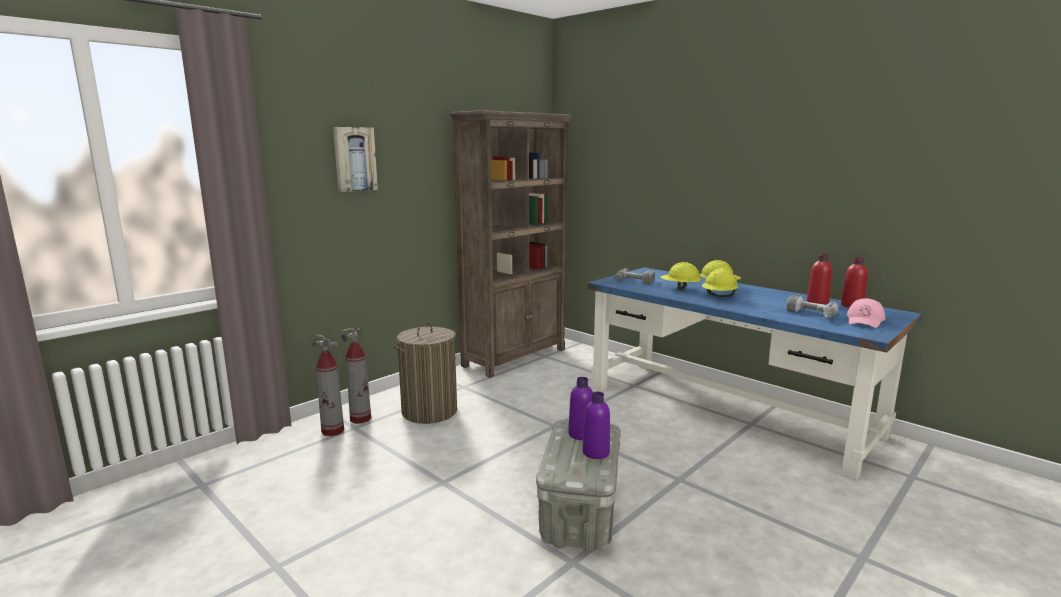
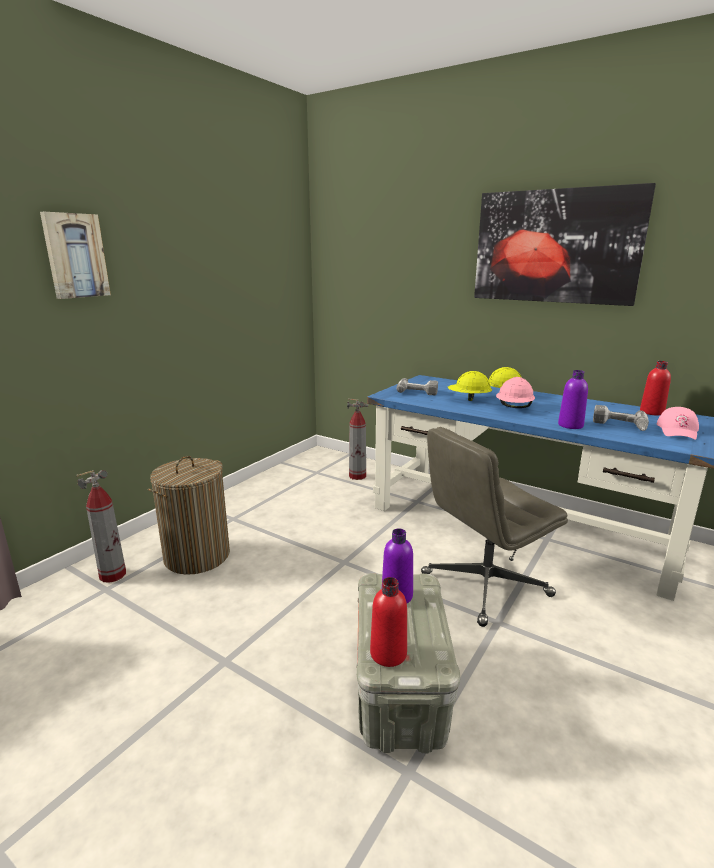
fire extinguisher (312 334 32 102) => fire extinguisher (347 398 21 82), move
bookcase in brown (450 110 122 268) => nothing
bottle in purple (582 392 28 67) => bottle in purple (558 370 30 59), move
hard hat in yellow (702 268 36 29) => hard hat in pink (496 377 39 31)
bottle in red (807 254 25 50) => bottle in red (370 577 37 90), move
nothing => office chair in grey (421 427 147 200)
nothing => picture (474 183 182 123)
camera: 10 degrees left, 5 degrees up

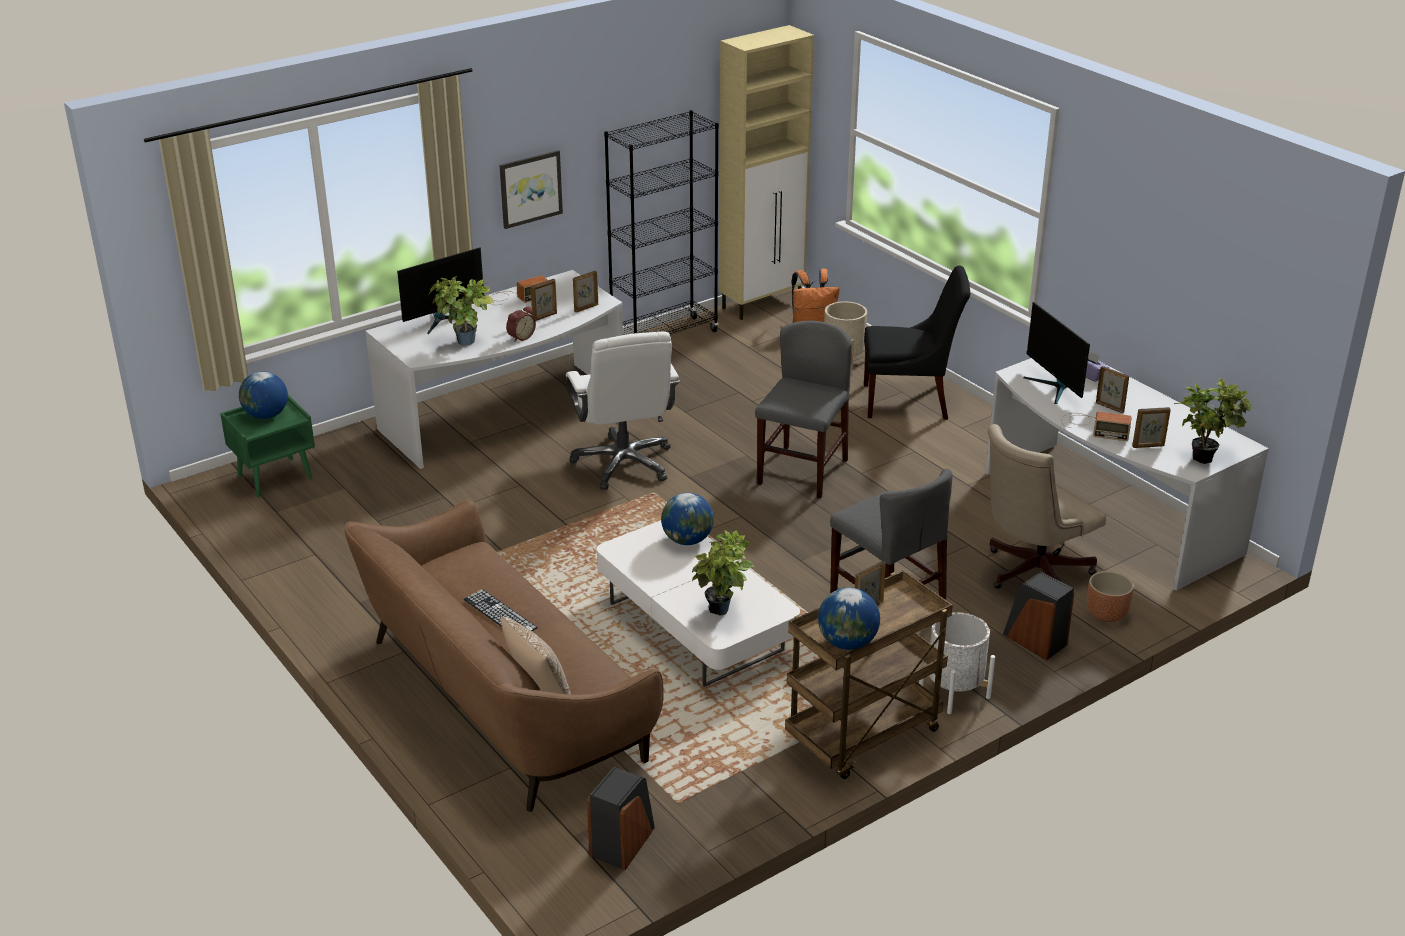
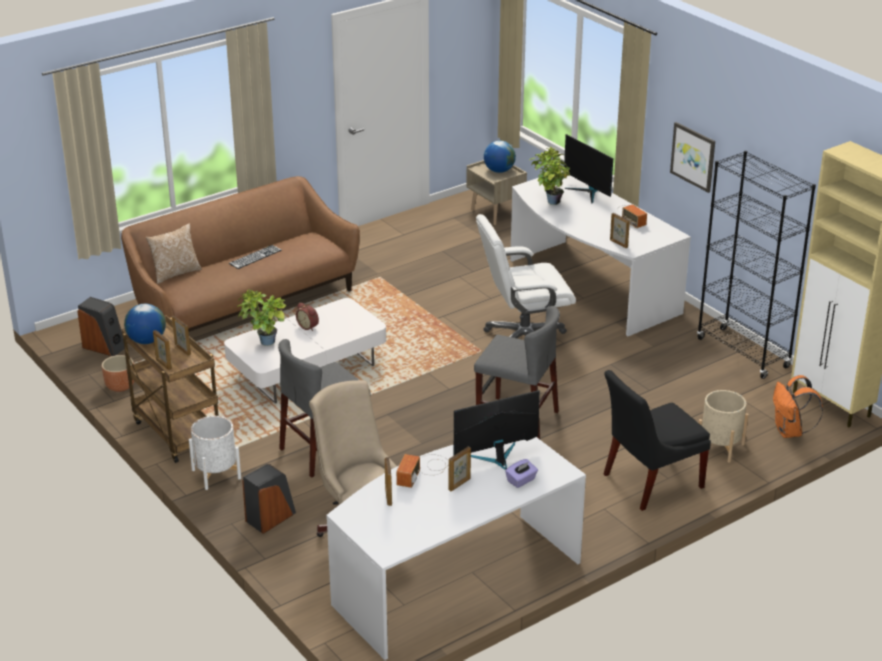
nightstand in green (220 395 95 102) => nightstand in beige (466 160 61 65)
alarm clock (506 306 30 36) => alarm clock (296 302 23 29), move
picture frame (530 279 27 42) => picture frame (153 330 19 40), move
globe (661 493 53 52) => nothing
chair in black (864 265 106 155) => chair in black (604 370 107 141), 60 degrees clockwise
planter in brown (1087 571 47 51) => planter in brown (102 355 32 37), move
potted plant (1174 378 77 86) => nothing
camera: 90 degrees right, 0 degrees up

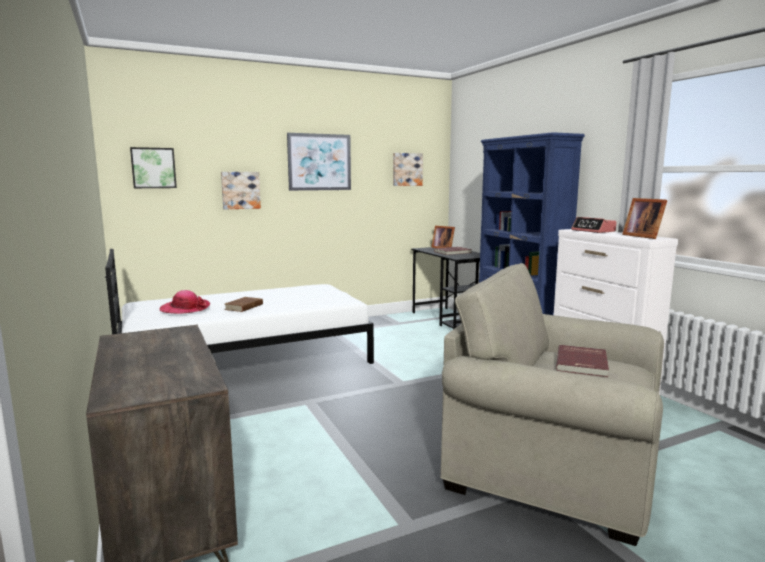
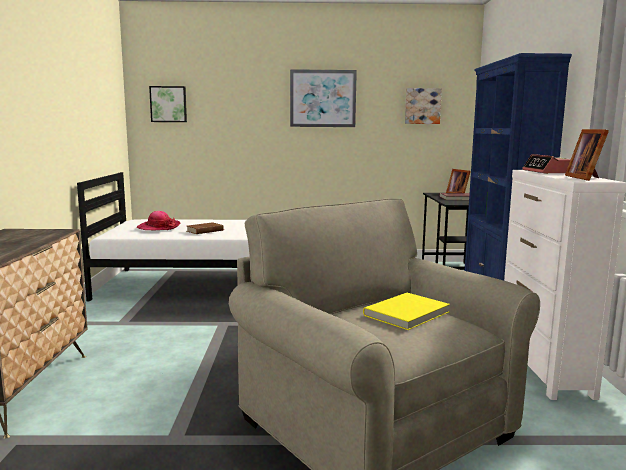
picture (221 172 40 38) => nothing
book in red (556 345 53 32) => book in yellow (363 293 87 37)
camera: 25 degrees right, 0 degrees up

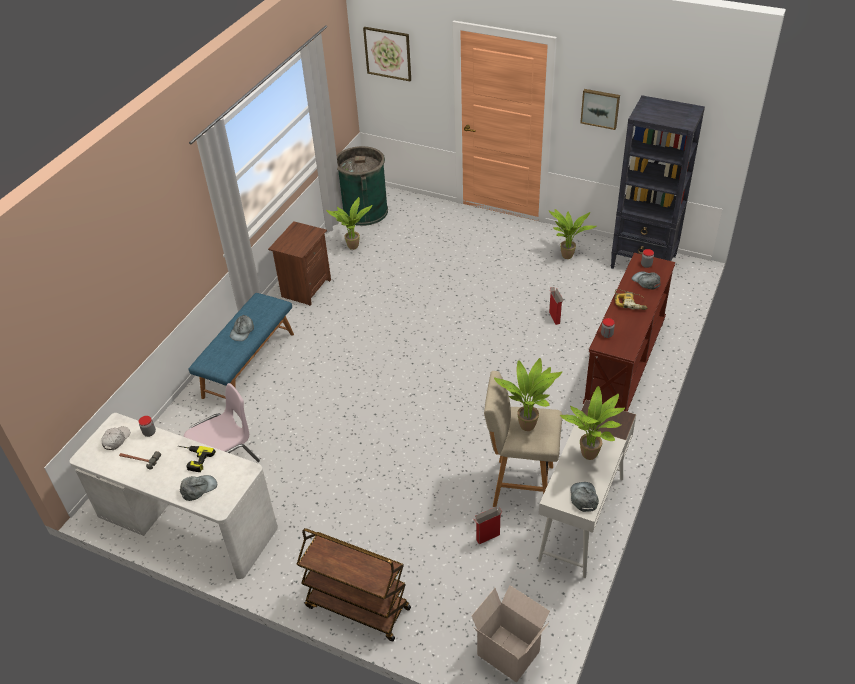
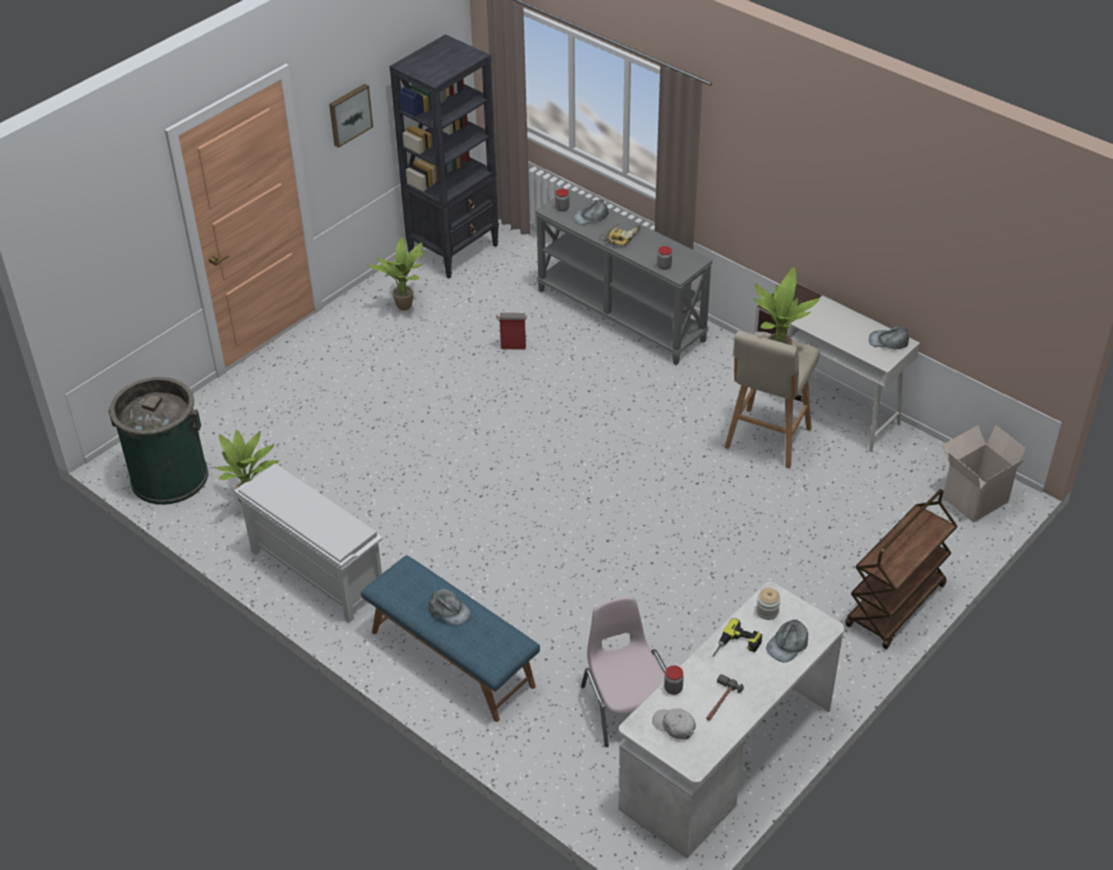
cap in grey (180 475 37 26) => cap in grey (766 619 42 44), 120 degrees counterclockwise
nightstand in brown (268 221 63 85) => shoe rack in white (234 463 149 160)
picture (363 27 48 54) => nothing
cardboard box (474 506 28 38) => nothing
potted plant (560 386 65 74) => nothing
console table in brown (583 253 93 158) => console table in grey (535 188 178 177)
nothing => jar (756 588 25 32)
camera: 75 degrees left, 0 degrees up

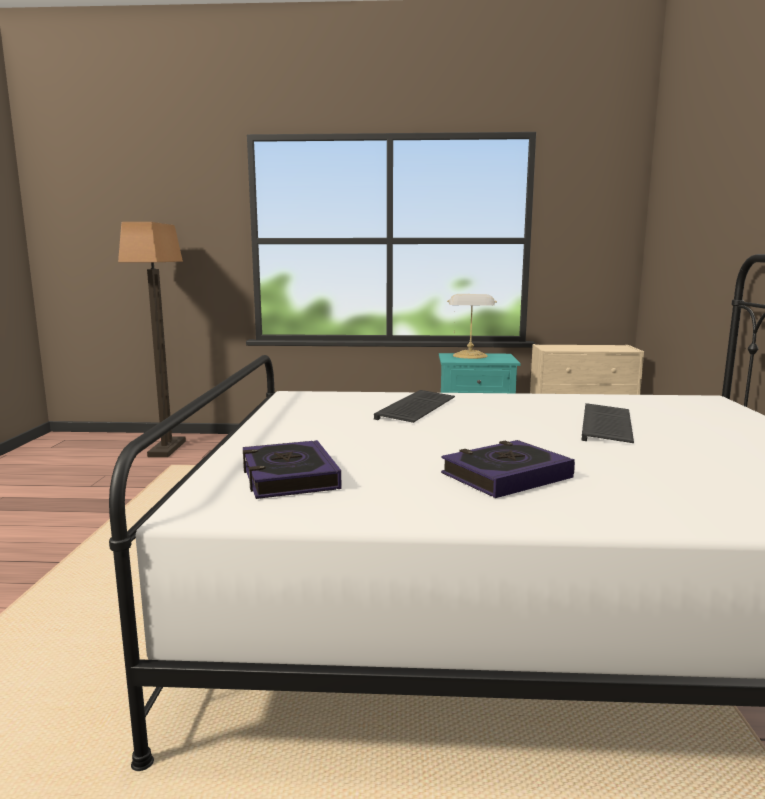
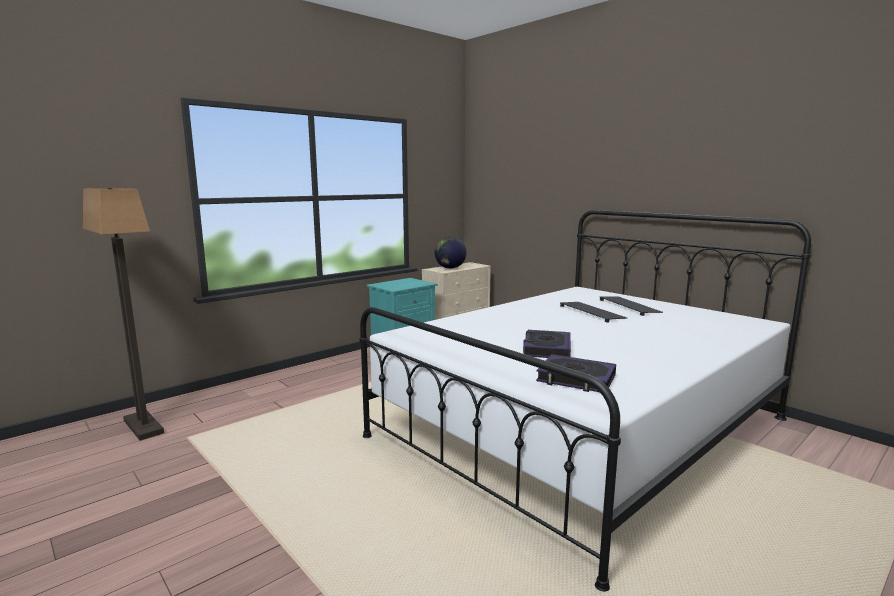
keyboard (374 390 81 33) => keyboard (600 297 63 19), move
book (441 440 134 58) => book (523 330 48 28), move
table lamp (447 294 50 65) => nothing
nothing => globe (434 236 33 33)
camera: 45 degrees left, 0 degrees up

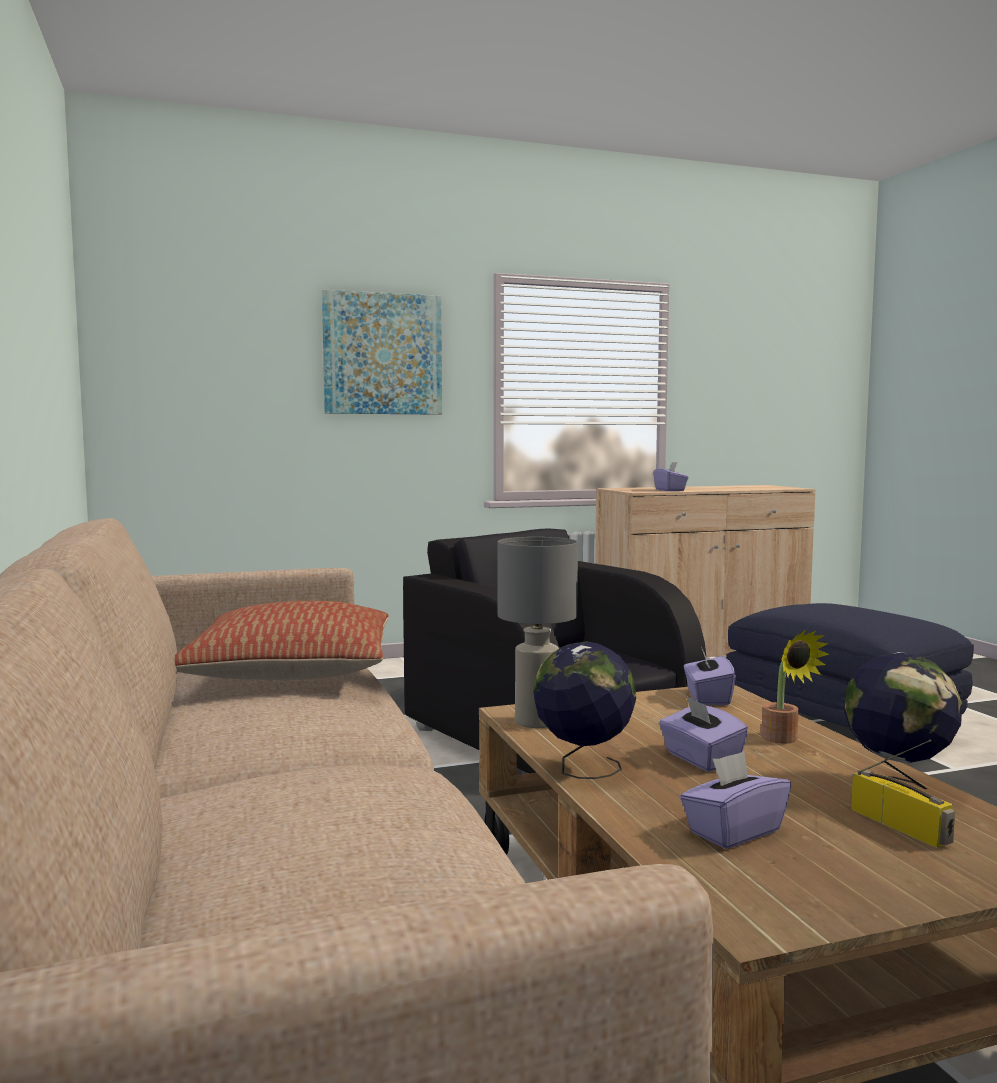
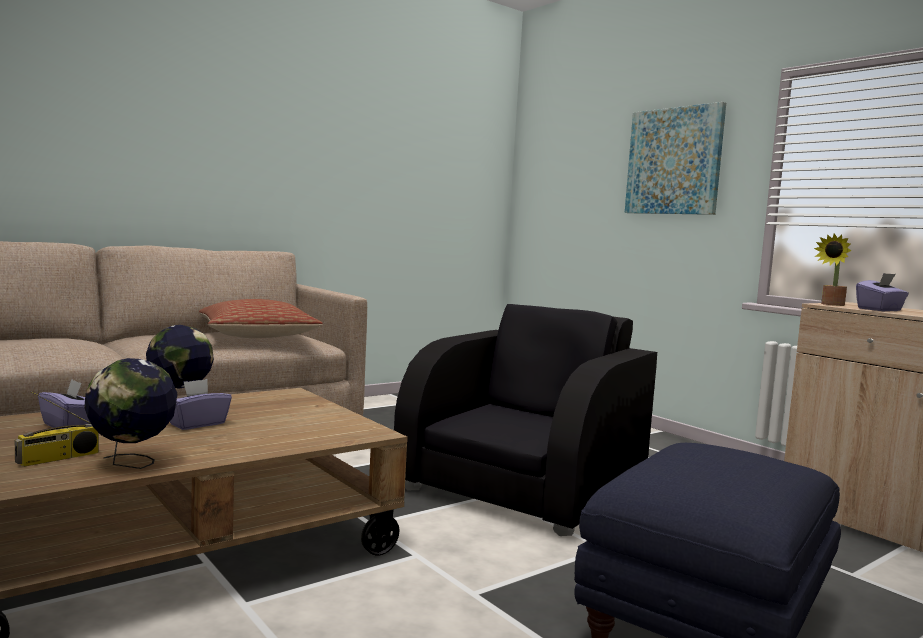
table lamp in grey (498 537 80 191) => nothing
tissue box in purple (684 647 52 58) => nothing
potted plant (761 630 69 114) => potted plant (814 233 37 73), move
camera: 70 degrees right, 0 degrees up

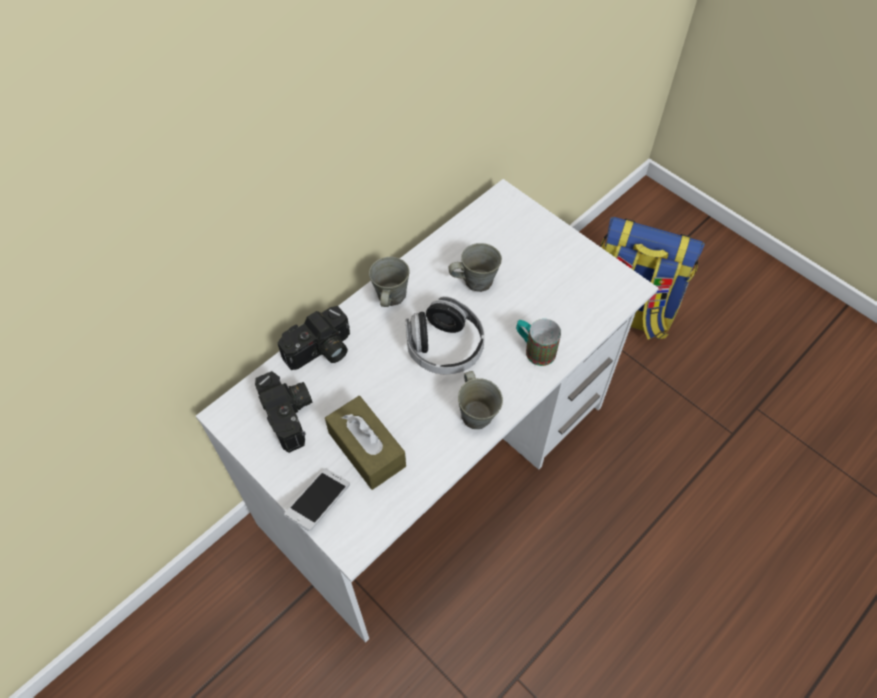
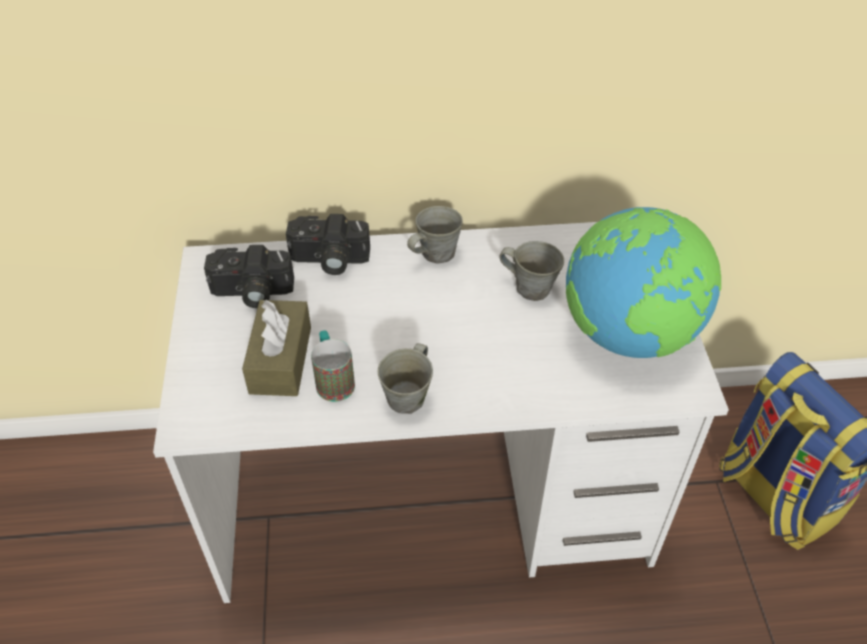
photo camera (255 371 57 82) => photo camera (204 245 90 63), 75 degrees clockwise
phone (284 468 66 63) => nothing
headphones (405 296 80 78) => nothing
mug (516 319 45 47) => mug (311 330 44 72), move
nothing => globe (566 207 155 151)
camera: 40 degrees right, 10 degrees down

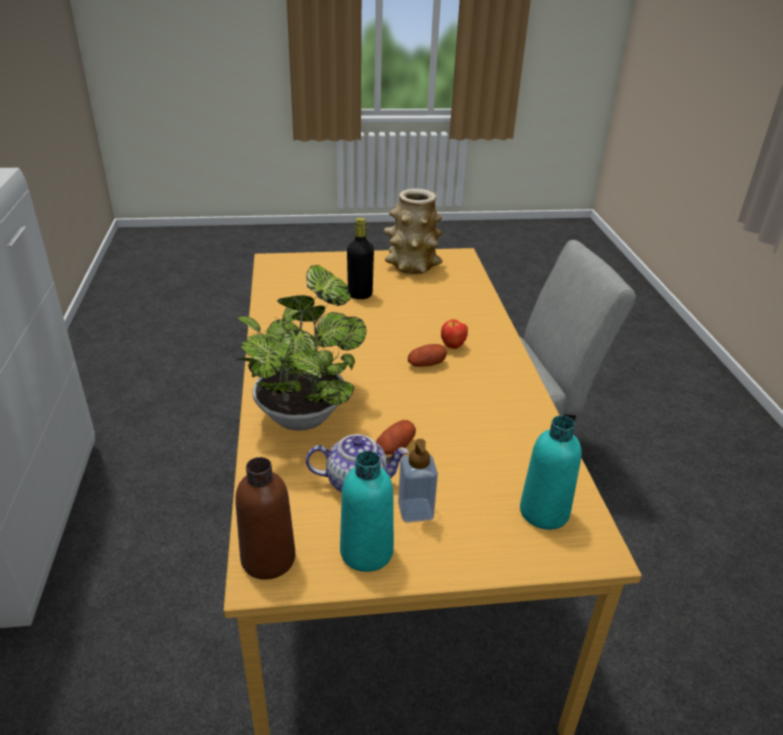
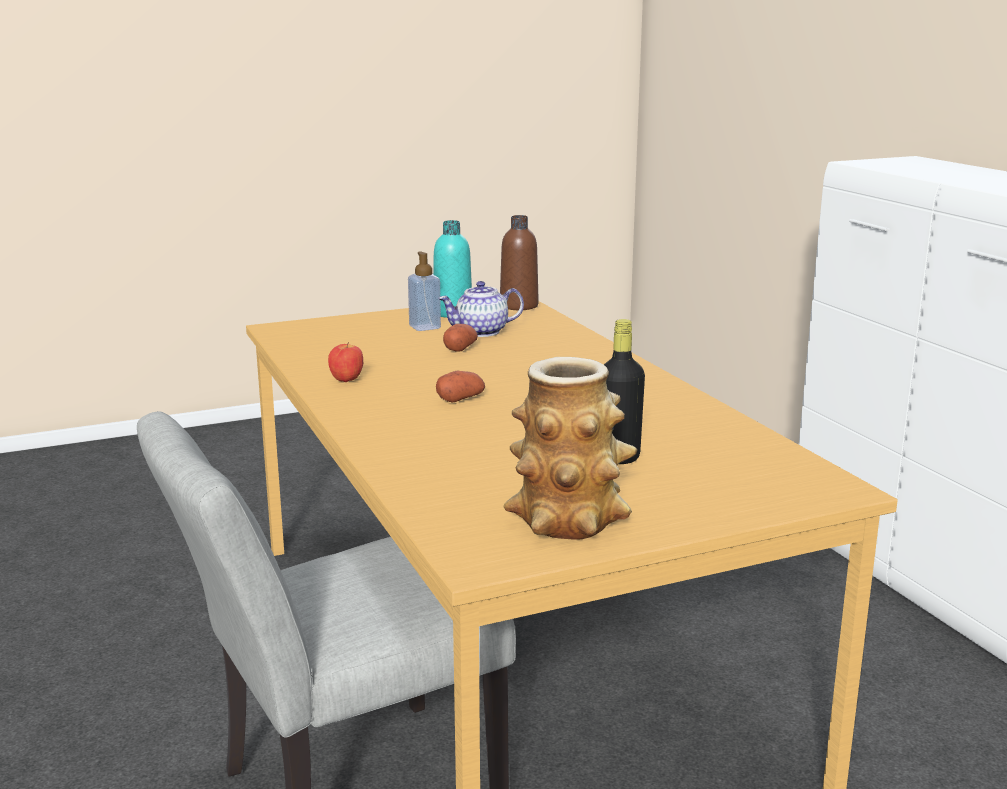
potted plant (236 265 130 166) => nothing
apple (441 319 27 30) => apple (328 342 35 40), move
bottle in turquoise (520 416 62 114) => nothing
camera: 165 degrees right, 15 degrees down

